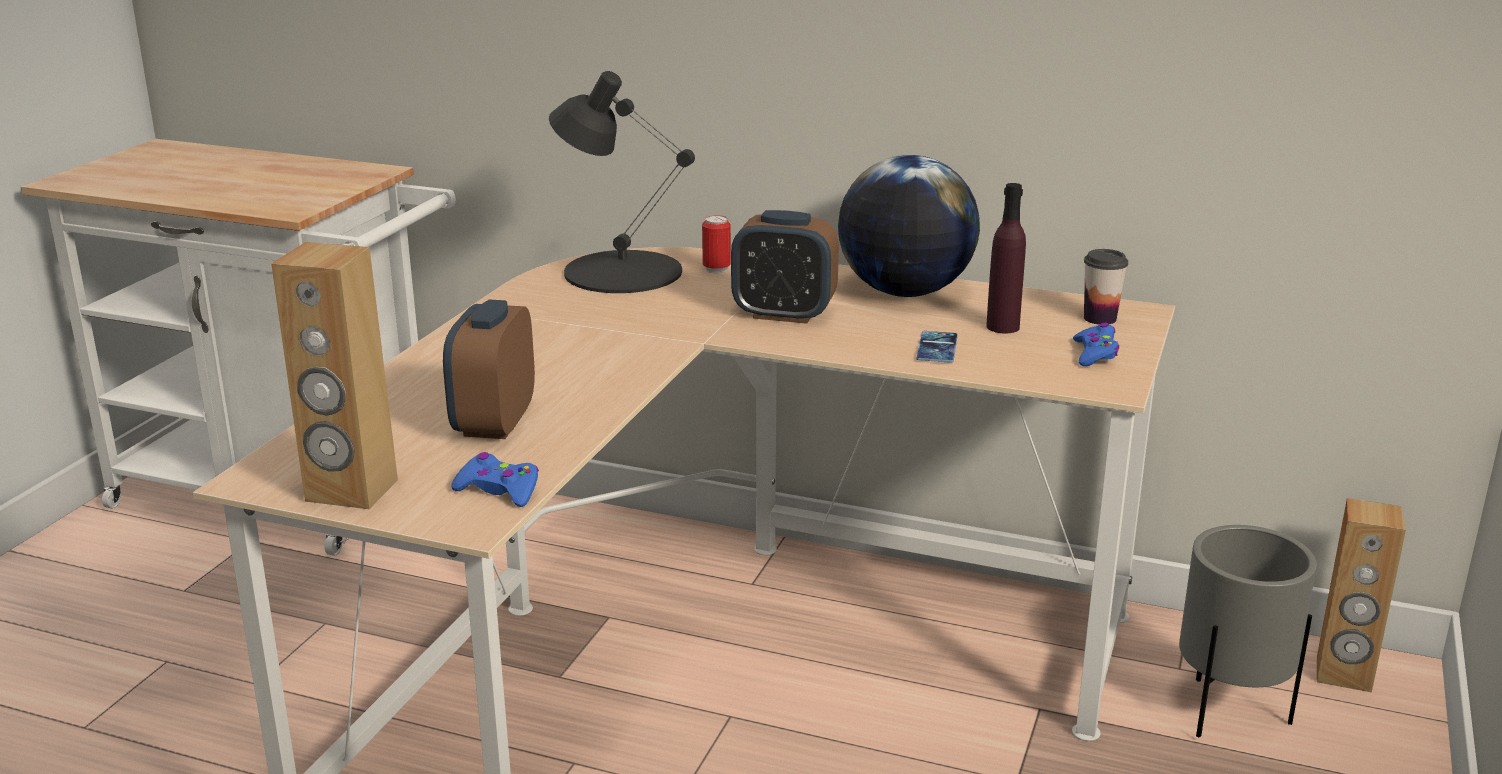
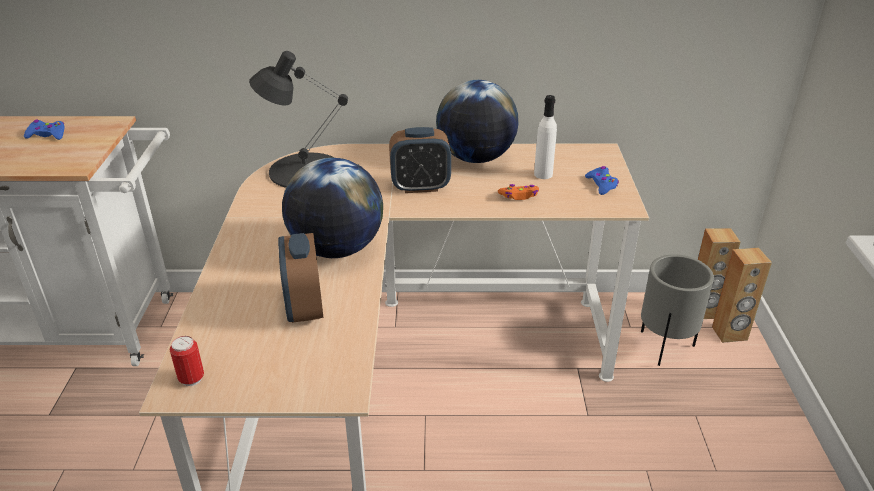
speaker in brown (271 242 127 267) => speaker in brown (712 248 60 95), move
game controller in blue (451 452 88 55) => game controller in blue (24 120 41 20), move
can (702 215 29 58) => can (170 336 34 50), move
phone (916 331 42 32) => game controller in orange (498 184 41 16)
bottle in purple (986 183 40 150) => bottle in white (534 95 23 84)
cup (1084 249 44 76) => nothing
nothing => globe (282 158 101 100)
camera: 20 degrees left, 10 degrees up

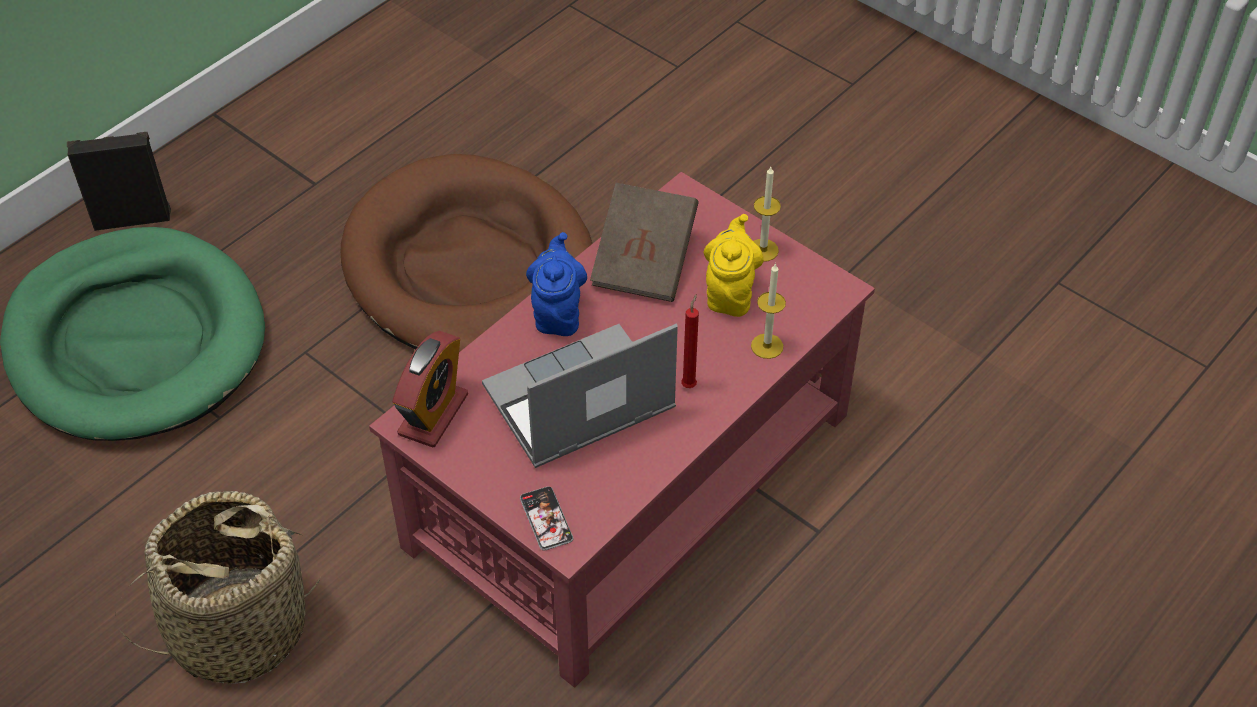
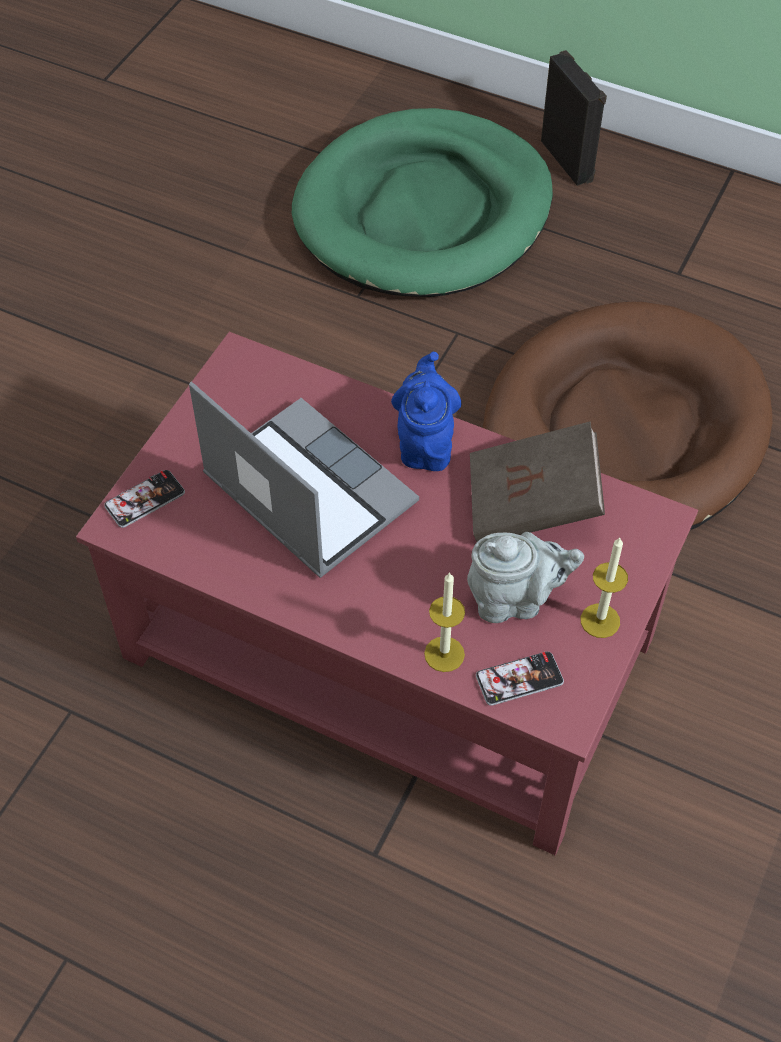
basket (115 491 206 193) => nothing
alarm clock (392 331 76 117) => nothing
teapot in blue (526 232 61 104) => teapot in blue (391 352 71 119), 75 degrees counterclockwise
candle in red (681 294 18 94) => nothing
teapot in yellow (704 214 60 103) => teapot in grey (467 532 117 91)
nothing => phone (476 651 88 55)
camera: 75 degrees right, 5 degrees up

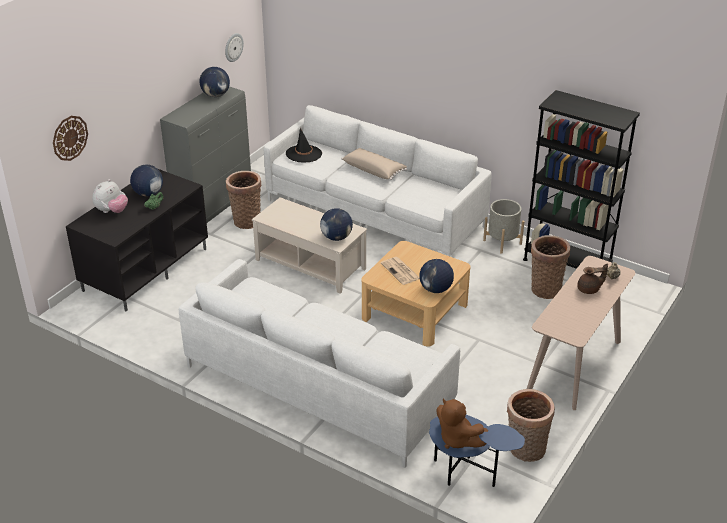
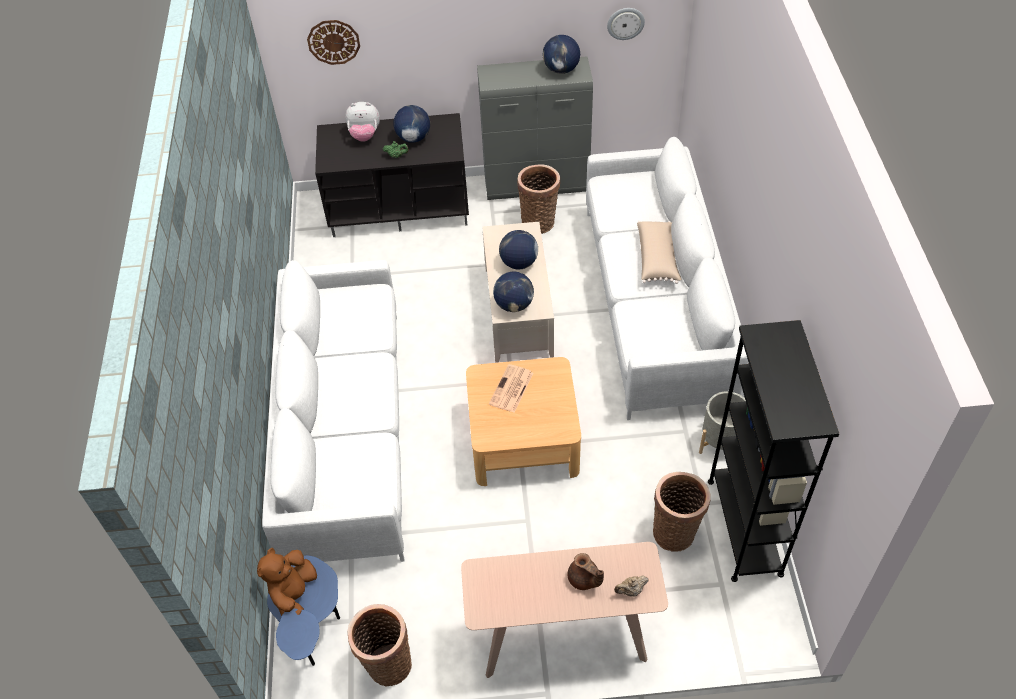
hat in black (286 128 36 35) => nothing
globe (419 259 35 34) => globe (499 230 39 39), move
camera: 55 degrees right, 15 degrees up

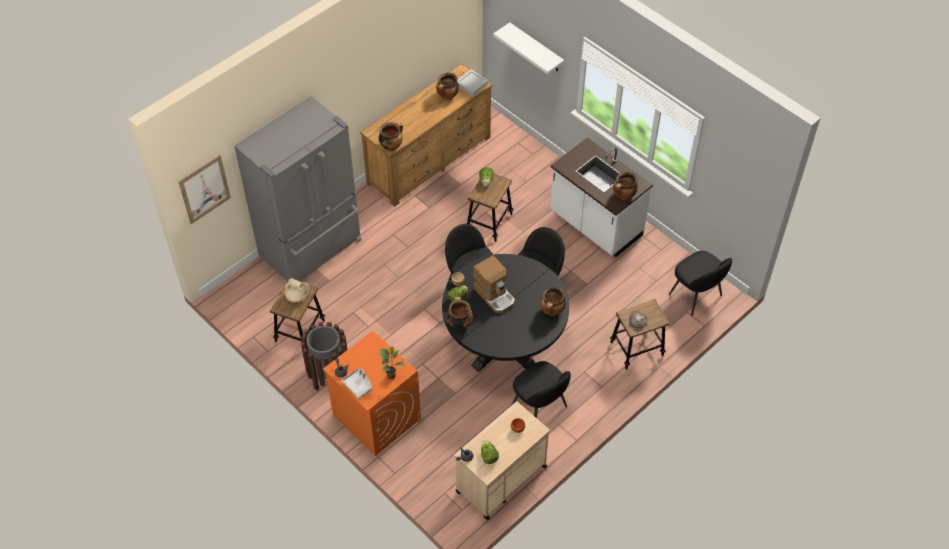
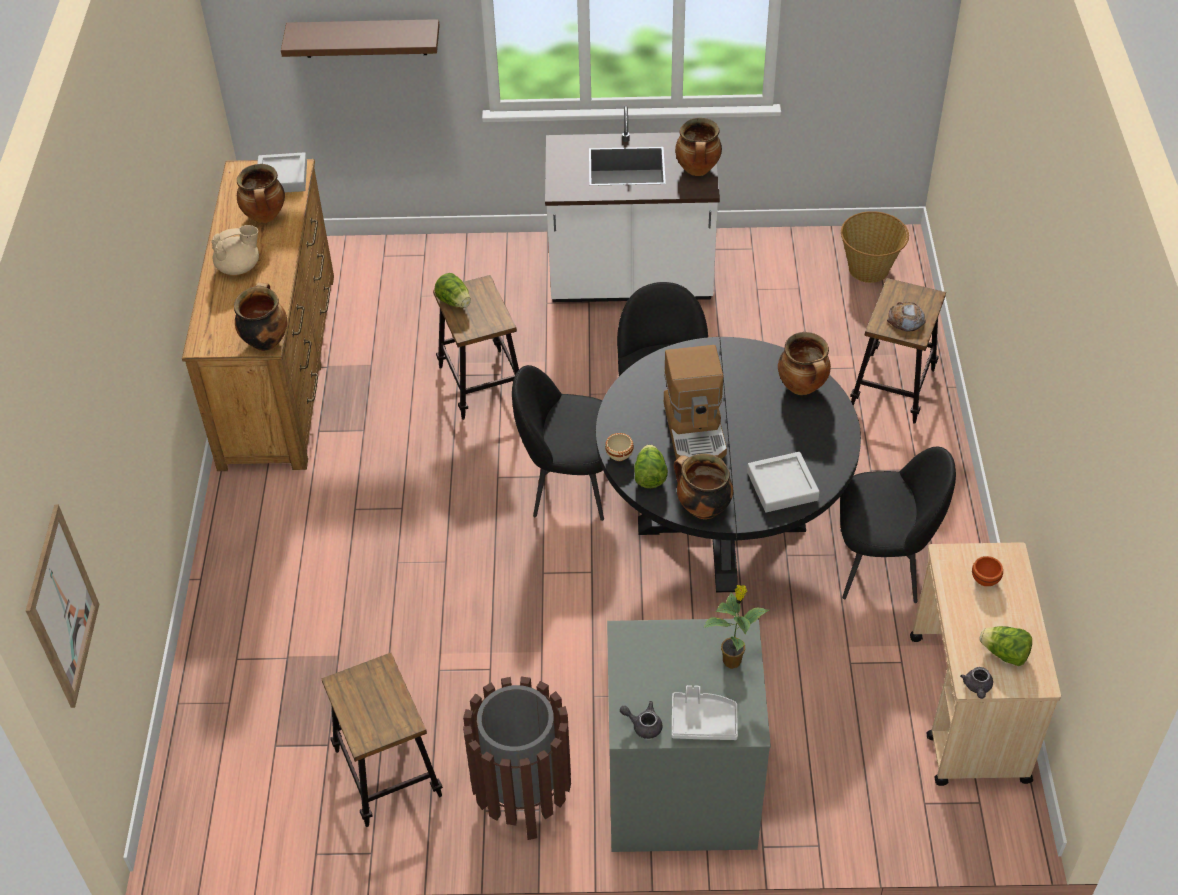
fridge in grey (234 96 128 185) => nothing
teapot in beige (285 278 24 24) => teapot in beige (211 225 48 50), move
washing machine in orange (323 331 98 125) => washing machine in grey (607 618 164 234)
coffee machine (473 255 42 58) => coffee machine (664 345 63 115), 75 degrees clockwise
shelf in white (493 22 71 52) => shelf in brown (281 19 159 39)
chair in black (669 251 63 65) => basket (841 211 68 72)
nothing => tray in grey (747 452 73 60)
camera: 45 degrees left, 5 degrees down

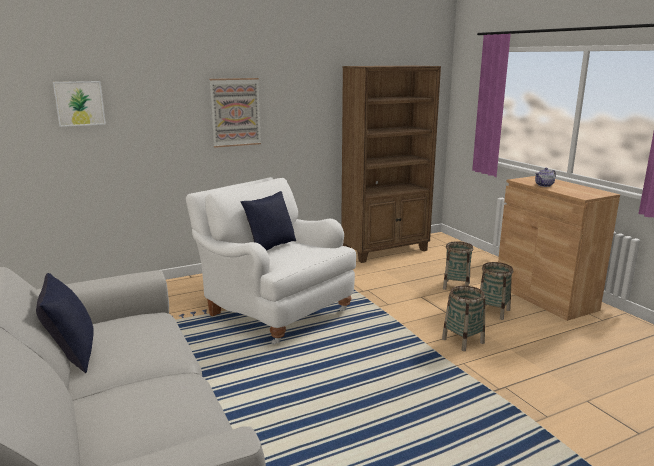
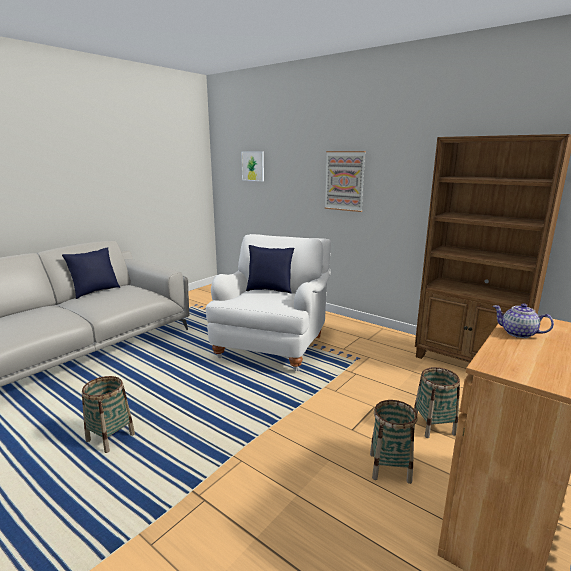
basket (442 286 43 65) => basket (82 376 53 77), move
camera: 65 degrees right, 0 degrees up

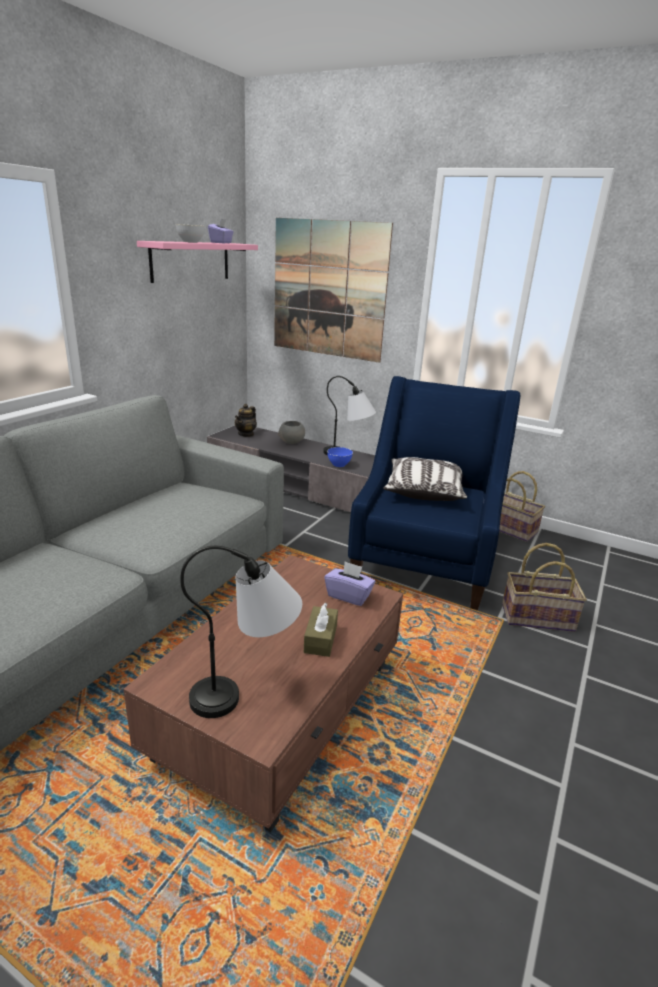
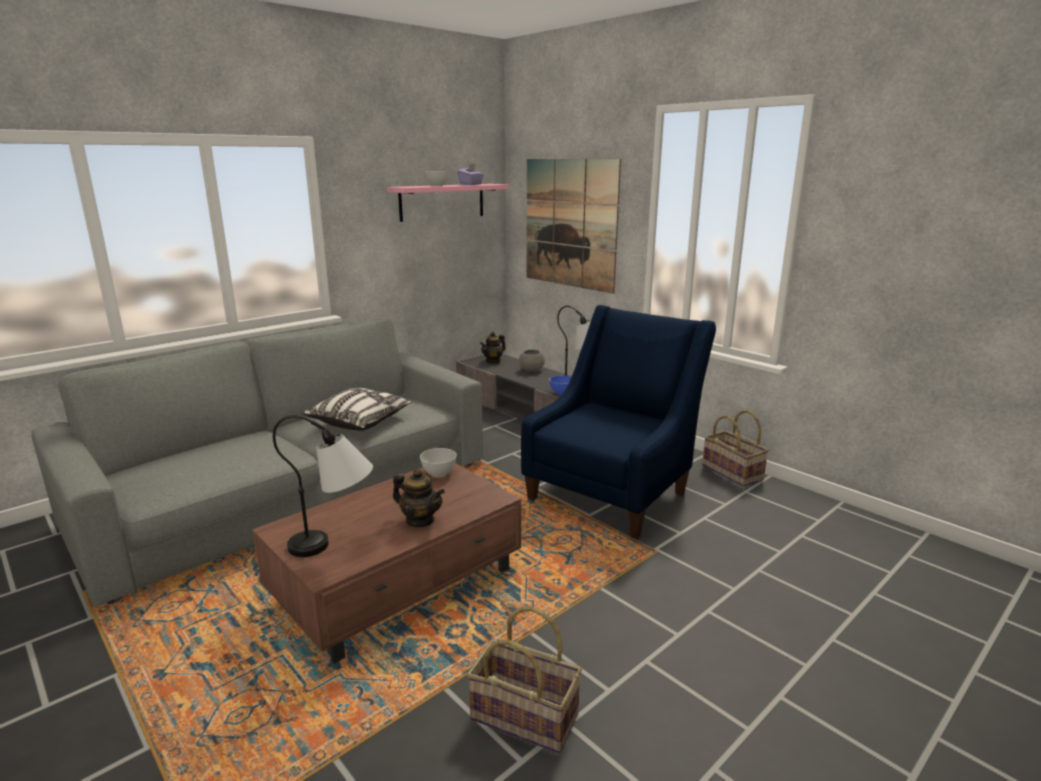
tissue box in brown (304 603 34 54) => teapot (393 469 52 58)
tissue box in purple (324 561 52 45) => nothing
pillow (384 457 83 44) => pillow (303 388 109 42), move
basket (502 543 85 89) => basket (467 606 115 147), move
nothing => bowl in grey (420 448 36 29)
camera: 20 degrees right, 5 degrees down

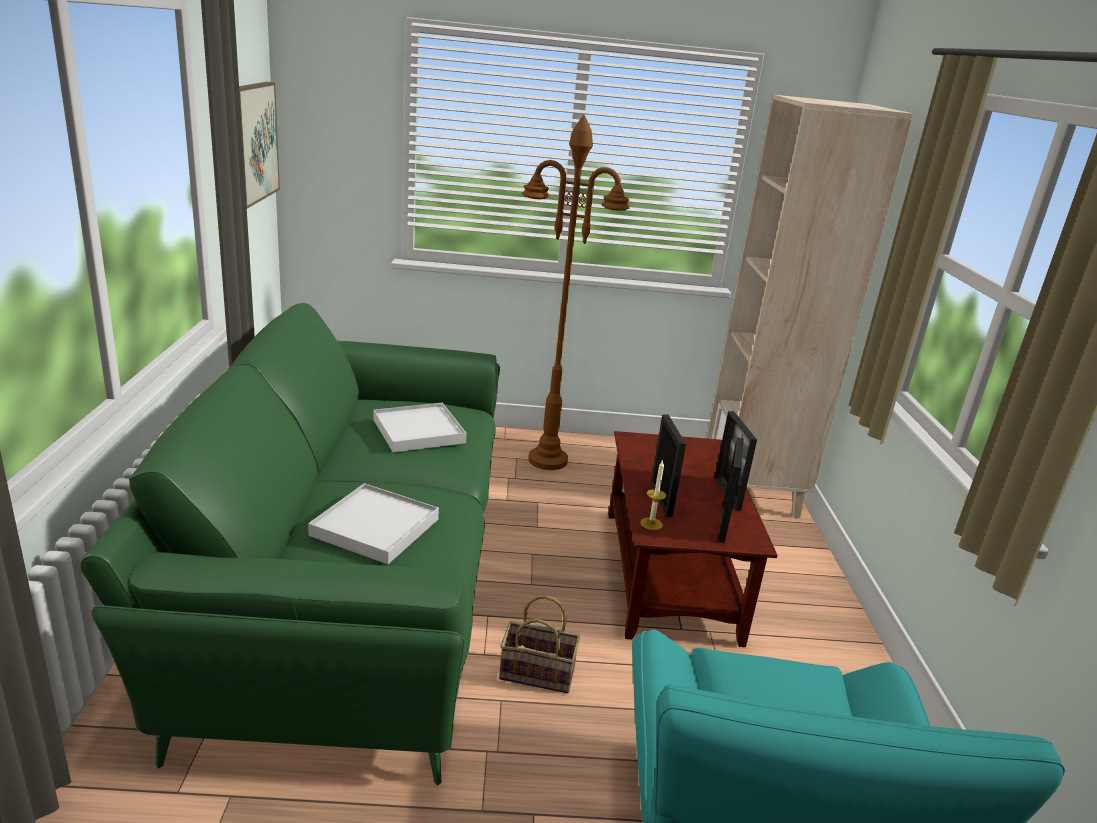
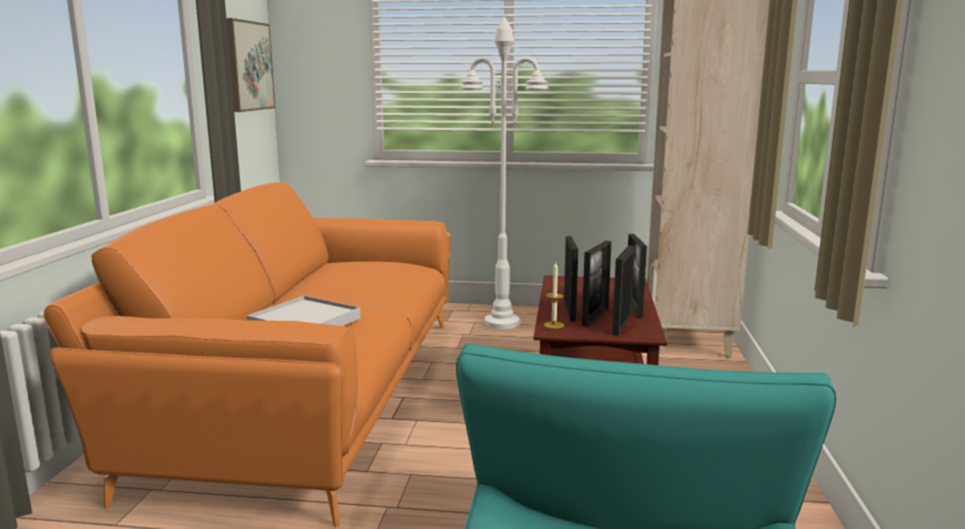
sofa in green (81 303 419 483) => sofa in orange (44 183 407 345)
tray in white (373 403 93 49) => nothing
basket (499 595 81 98) => nothing
floor lamp in brown (522 115 108 355) => floor lamp in white (461 16 88 313)
nothing => picture frame (582 241 29 86)
camera: 10 degrees right, 10 degrees down

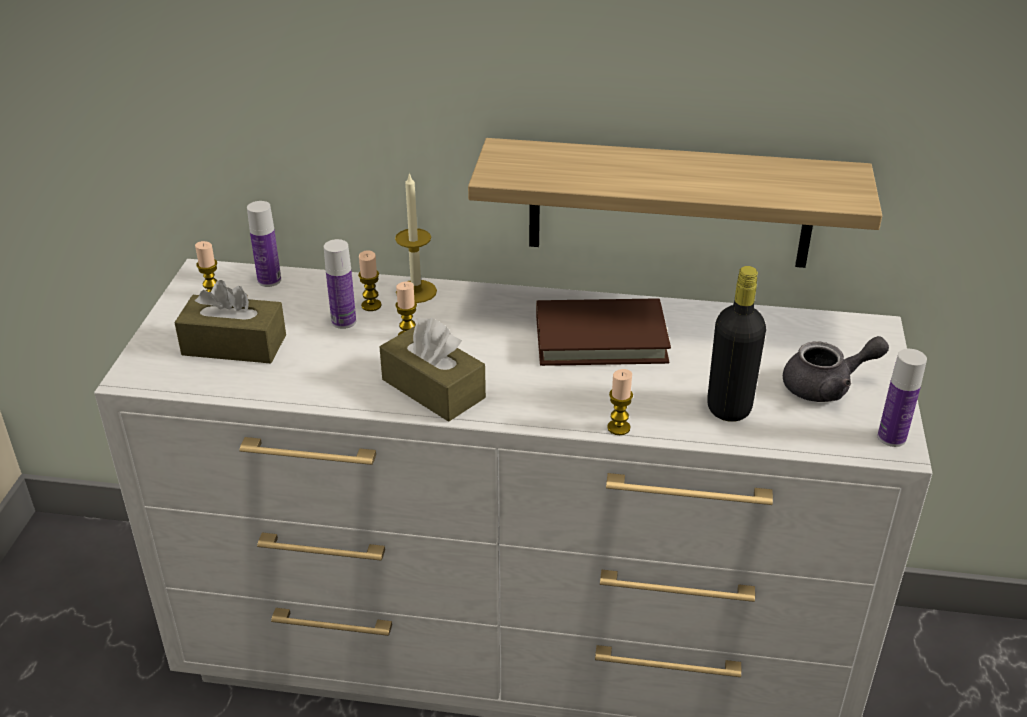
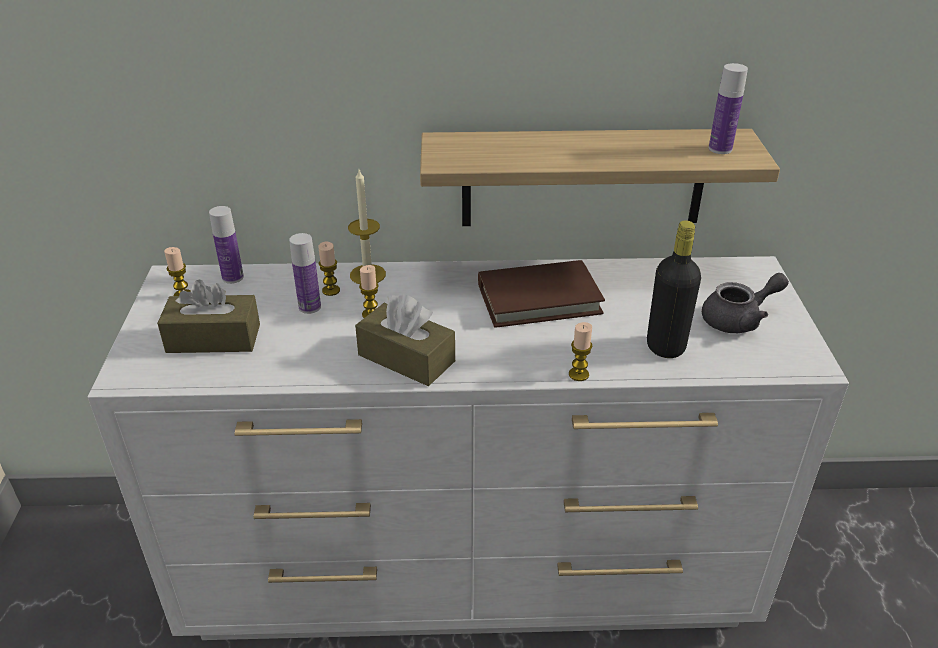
bottle (878 349 49 98) => bottle (709 63 39 91), move
camera: 10 degrees left, 0 degrees up

